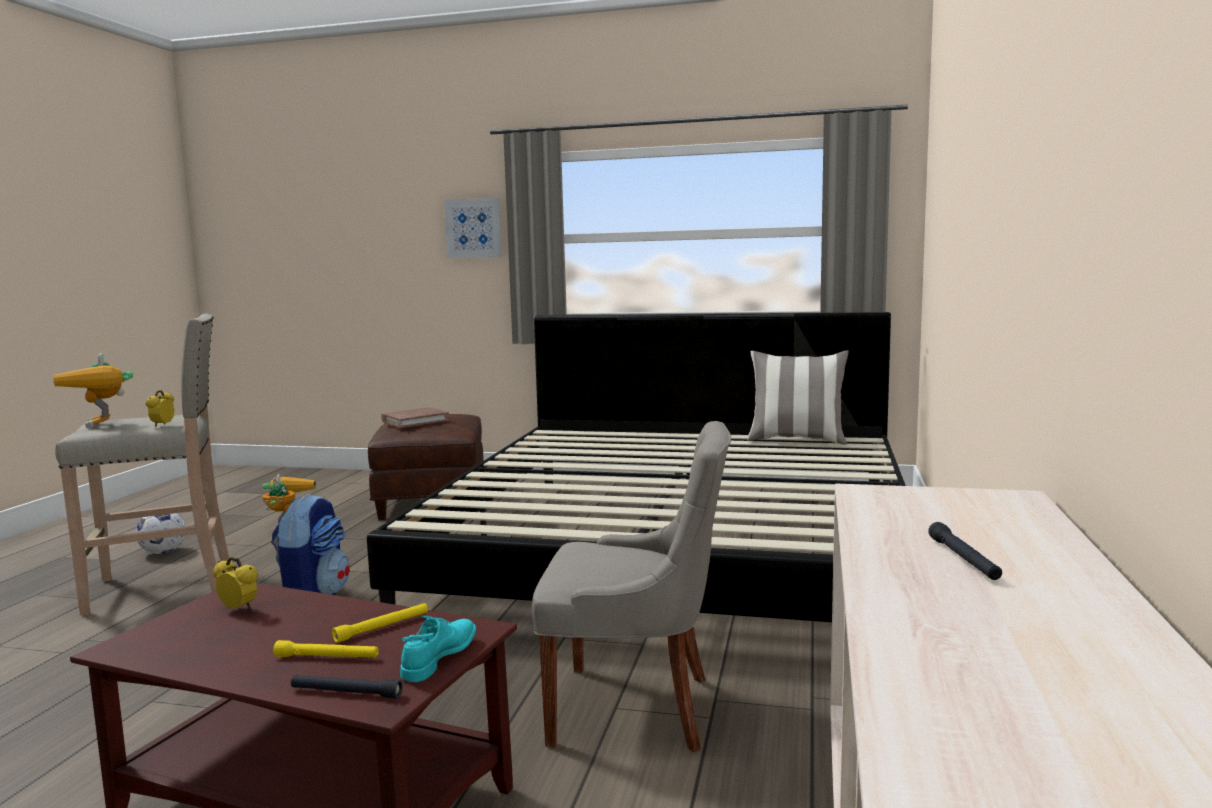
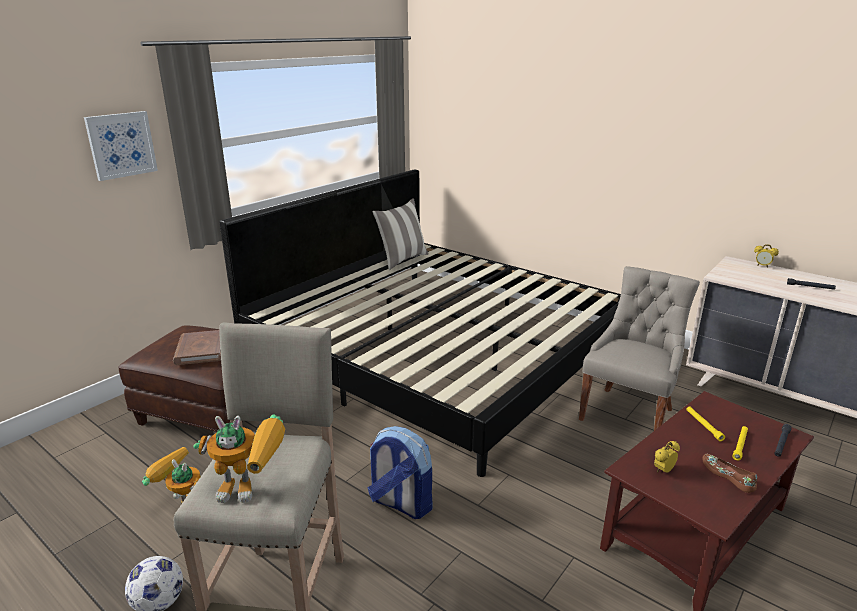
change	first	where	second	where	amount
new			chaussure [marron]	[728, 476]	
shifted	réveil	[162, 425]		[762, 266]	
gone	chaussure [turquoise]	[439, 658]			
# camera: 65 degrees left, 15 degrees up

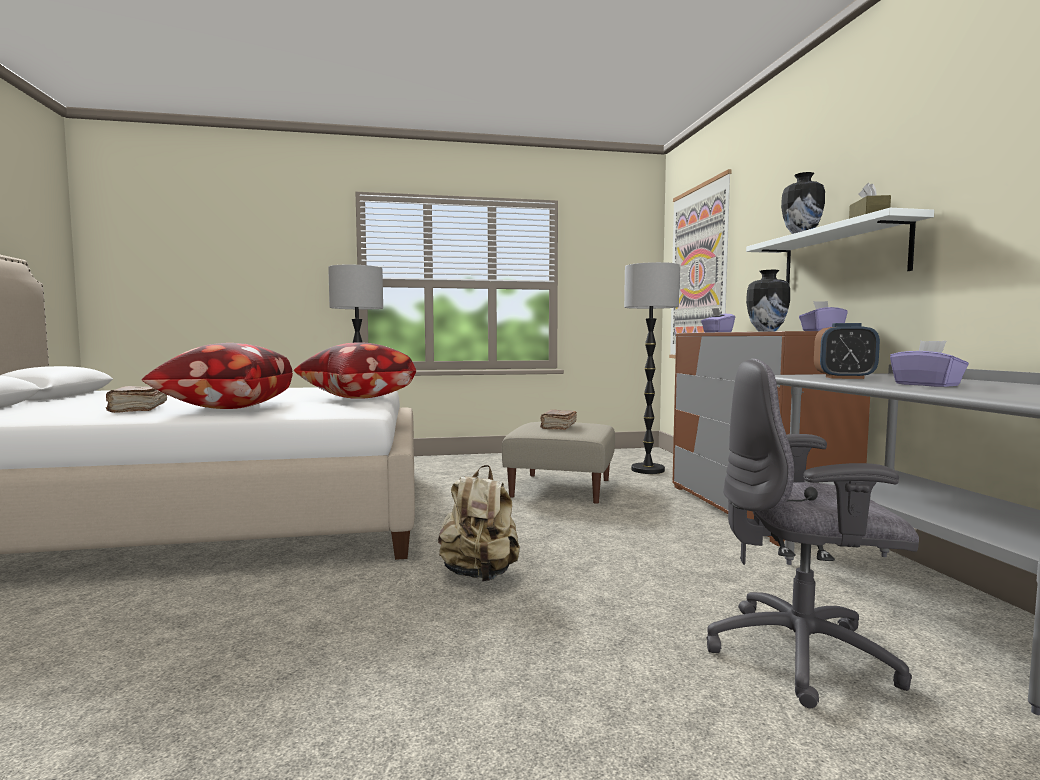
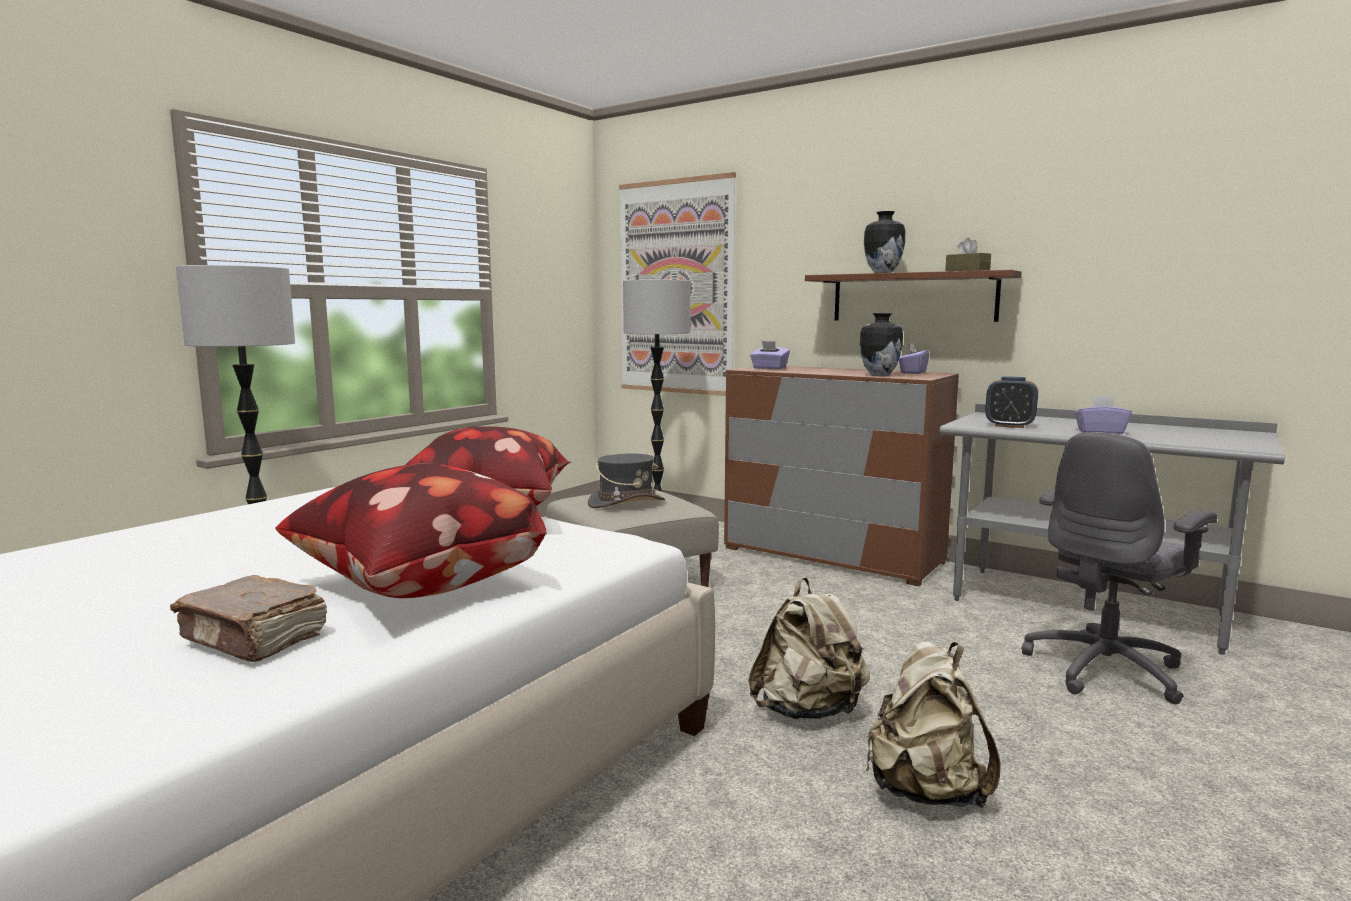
change	first	where	second	where	amount
swapped	livre [marron]	[558, 427]	chapeau [gris]	[626, 503]	
repainted	étagère [blanc]	[842, 256]	étagère [marron]	[913, 297]	
new			sac à dos [beige]	[925, 791]	
rotated	réveil	[844, 378]		[1009, 426]	60 degrees clockwise
# camera: 45 degrees left, 5 degrees up

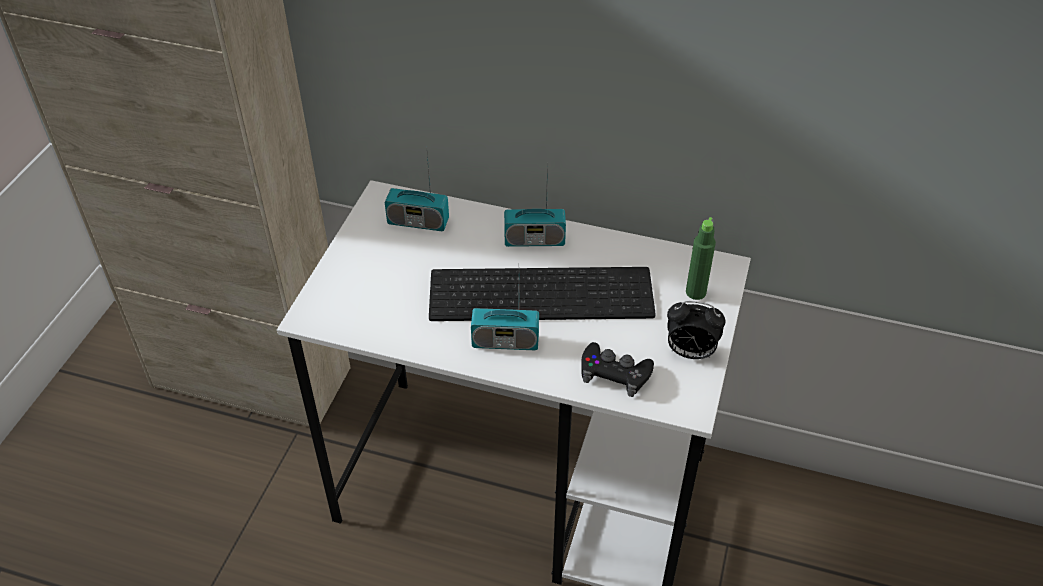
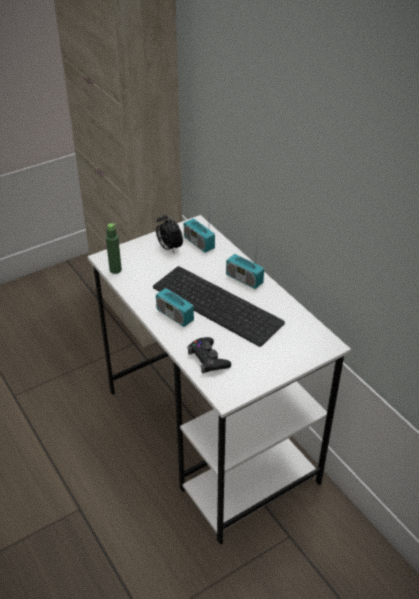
change	first	where	second	where	amount
shifted	bouteille [vert]	[695, 292]		[115, 270]	
shifted	réveil	[690, 352]		[169, 248]	
# camera: 40 degrees right, 5 degrees down

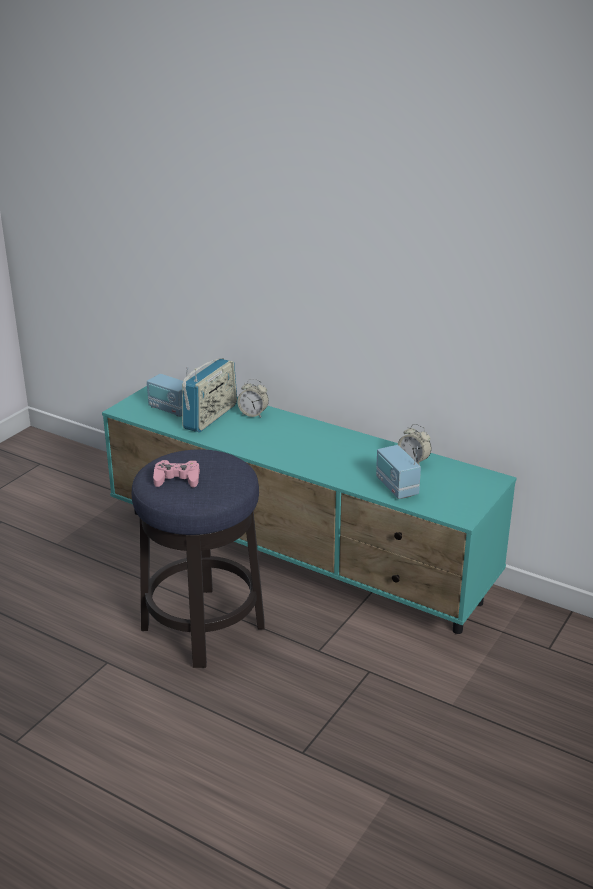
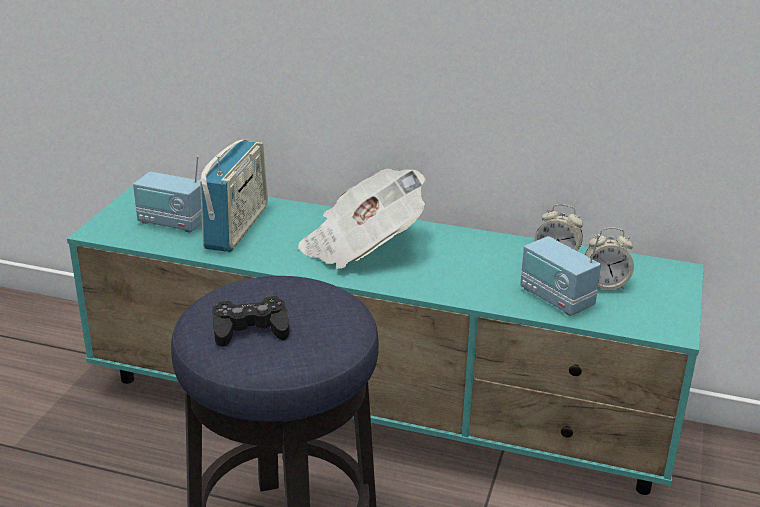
change	first	where	second	where	amount
repainted	manette [rose]	[177, 479]	manette [noir]	[250, 329]	
new			journal	[361, 246]	
shifted	réveil	[253, 414]		[605, 284]	
# camera: 15 degrees left, 0 degrees up

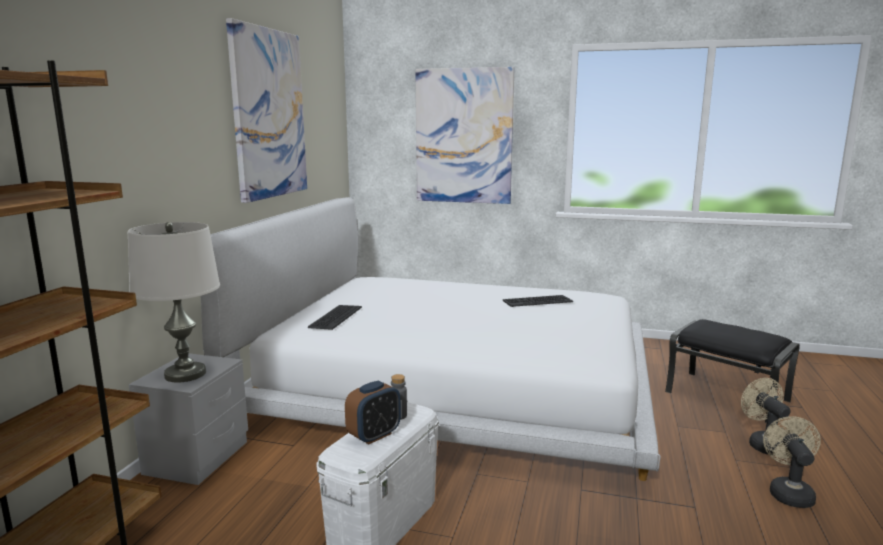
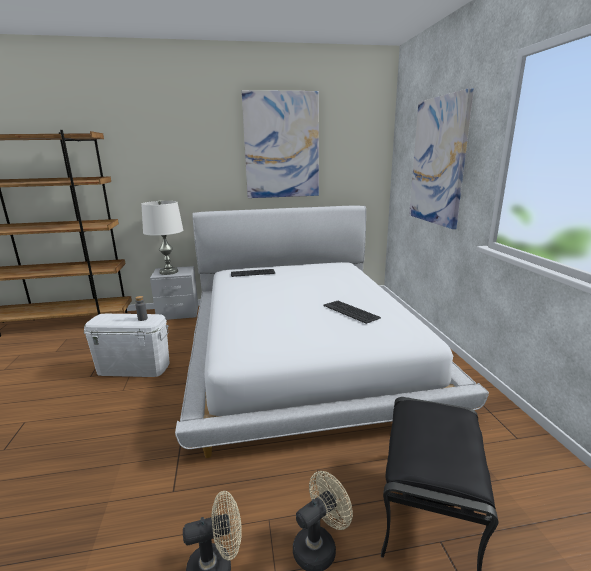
change	first	where	second	where	amount
gone	réveil	[374, 435]			
# camera: 65 degrees right, 5 degrees up

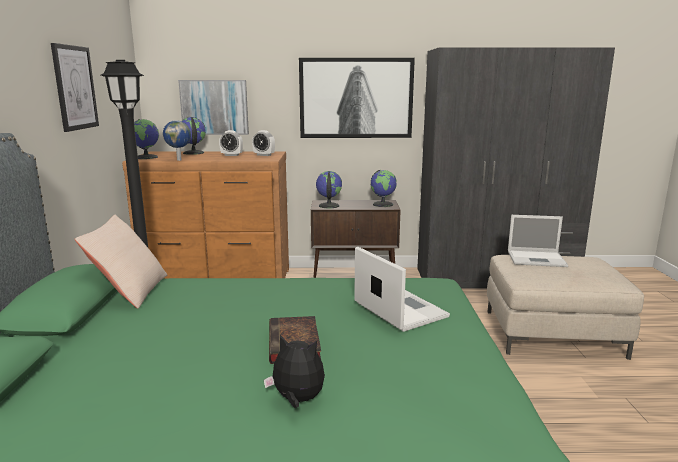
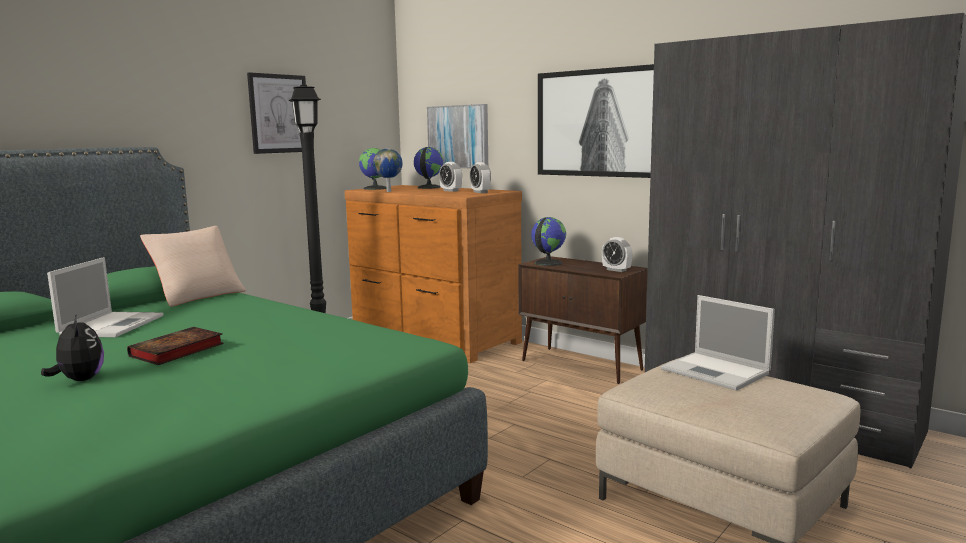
change	first	where	second	where	amount
shifted	ordinateur portable	[398, 309]		[113, 325]	
swapped	globe	[383, 204]	réveil	[616, 270]	
# camera: 40 degrees right, 5 degrees down

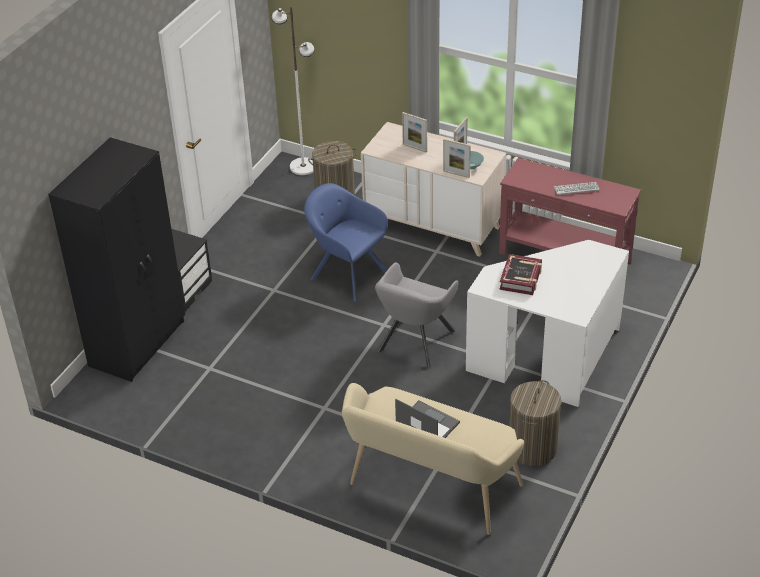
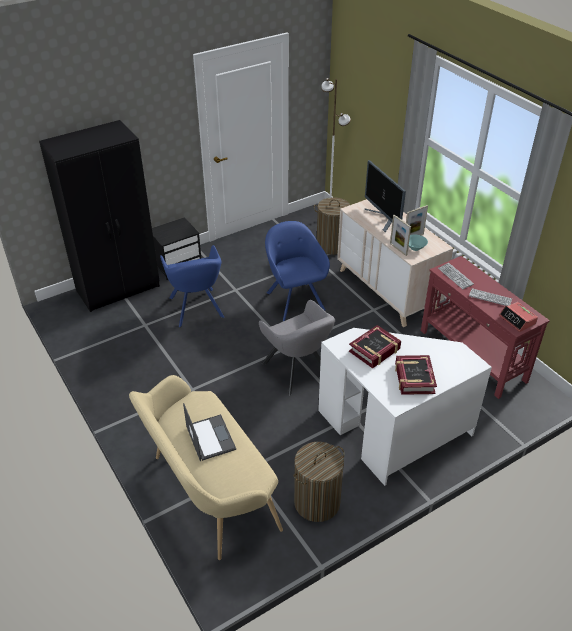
change	first	where	second	where	amount
new			fauteuil [bleu]	[197, 309]	
rotated	fauteuil [gris]	[414, 343]		[298, 371]	90 degrees counterclockwise
swapped	cadre photo	[414, 148]	écran d'ordinateur	[383, 219]	
new			livre	[414, 378]	
new			clavier	[455, 276]	
new			réveil	[517, 320]	
# camera: 30 degrees right, 0 degrees up

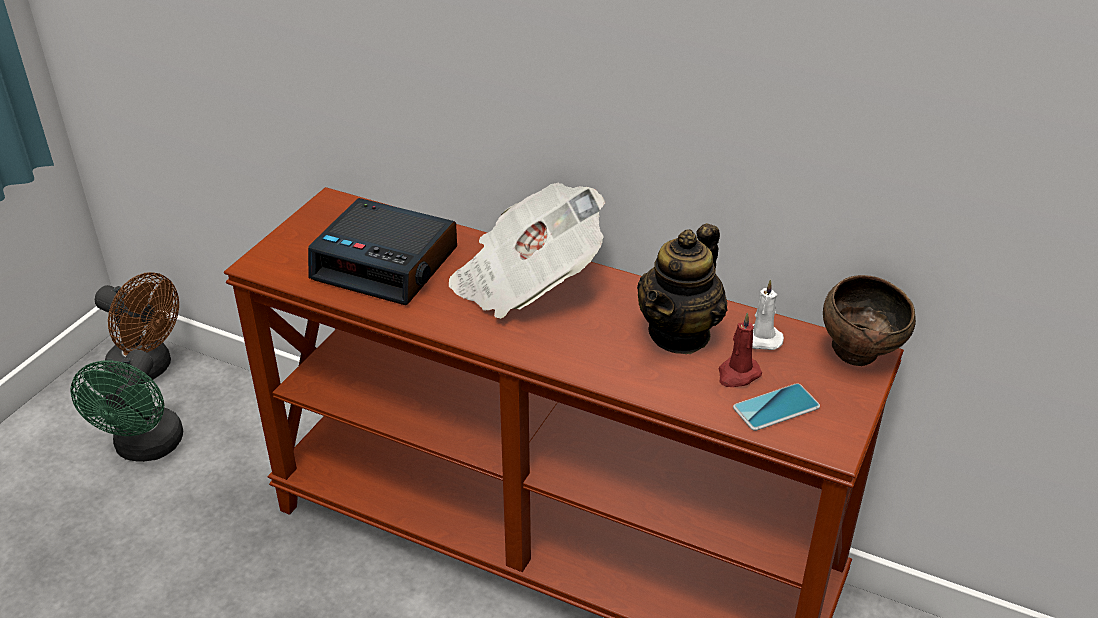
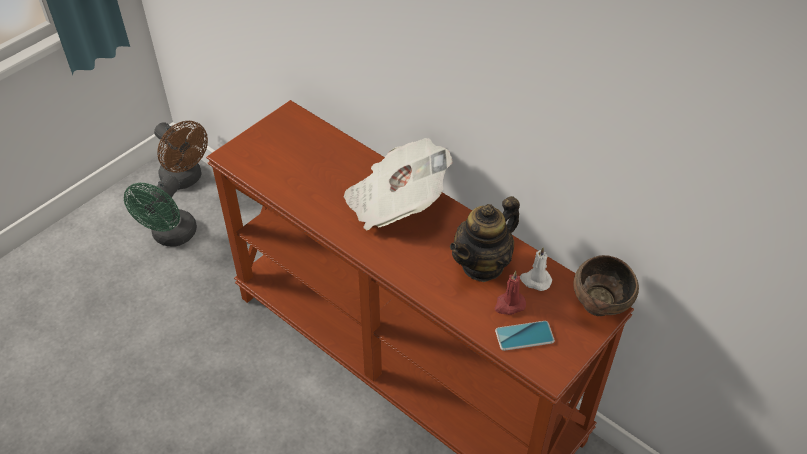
change	first	where	second	where	amount
gone	réveil	[387, 264]			
# camera: 15 degrees right, 10 degrees up

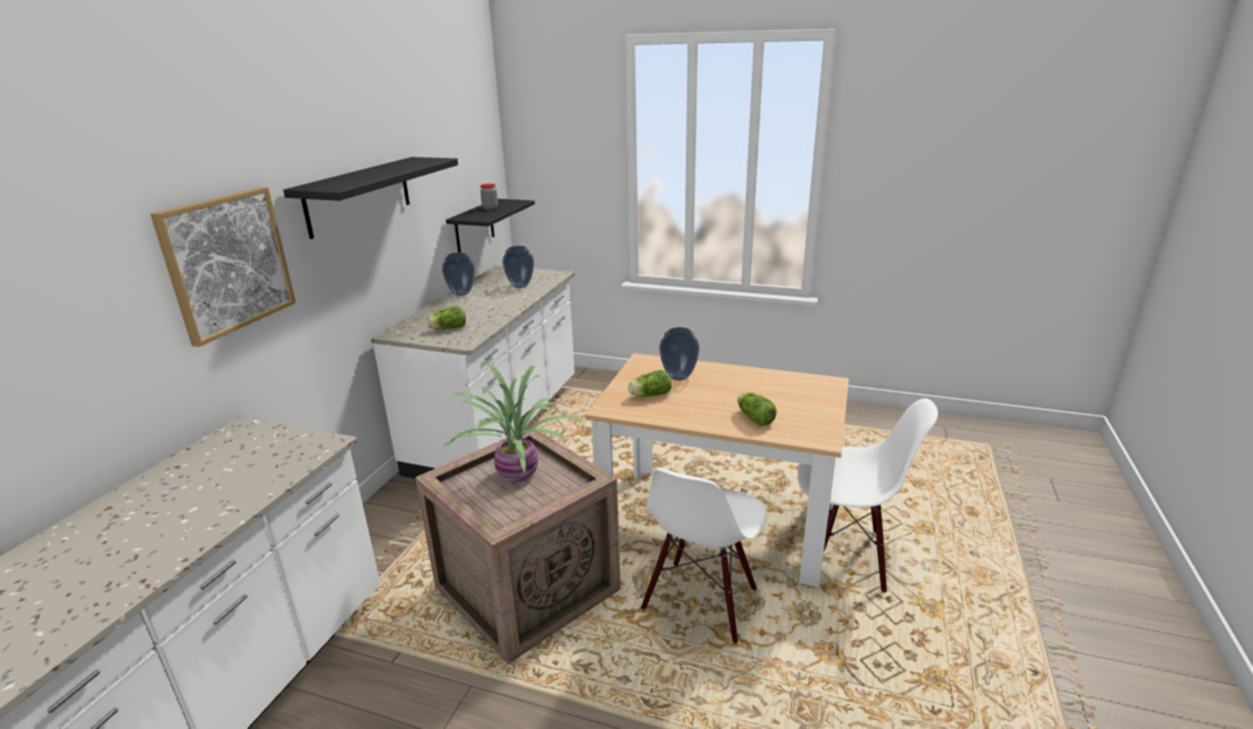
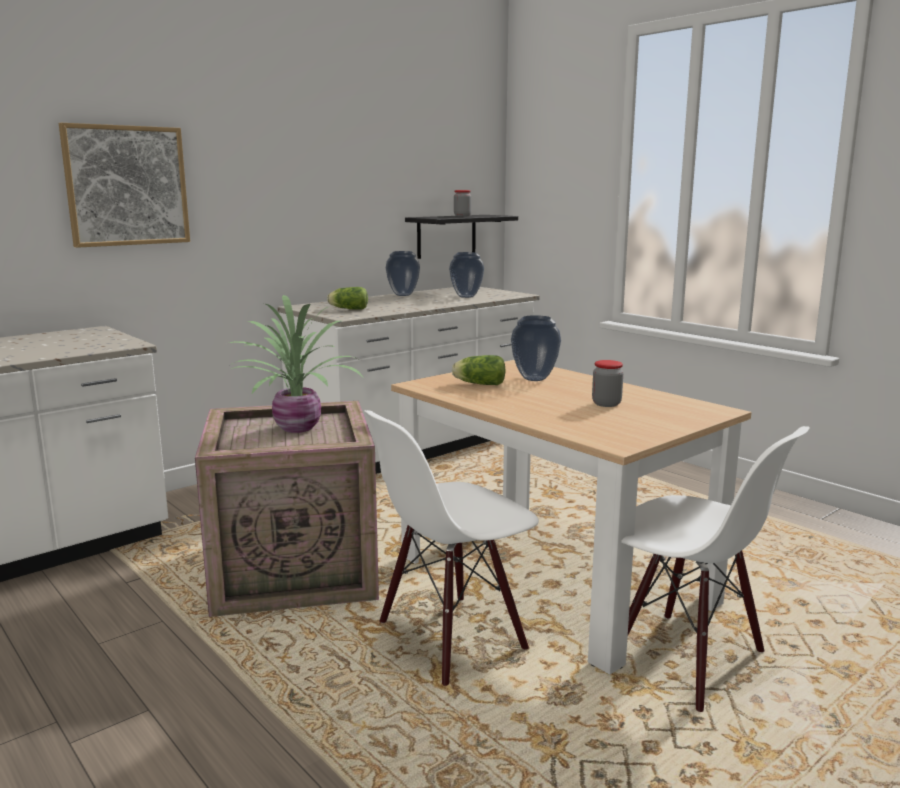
change	first	where	second	where	amount
new			bocal	[606, 404]	
gone	étagère [noir]	[359, 195]			
gone	laitue	[754, 417]			
# camera: 30 degrees right, 10 degrees down

